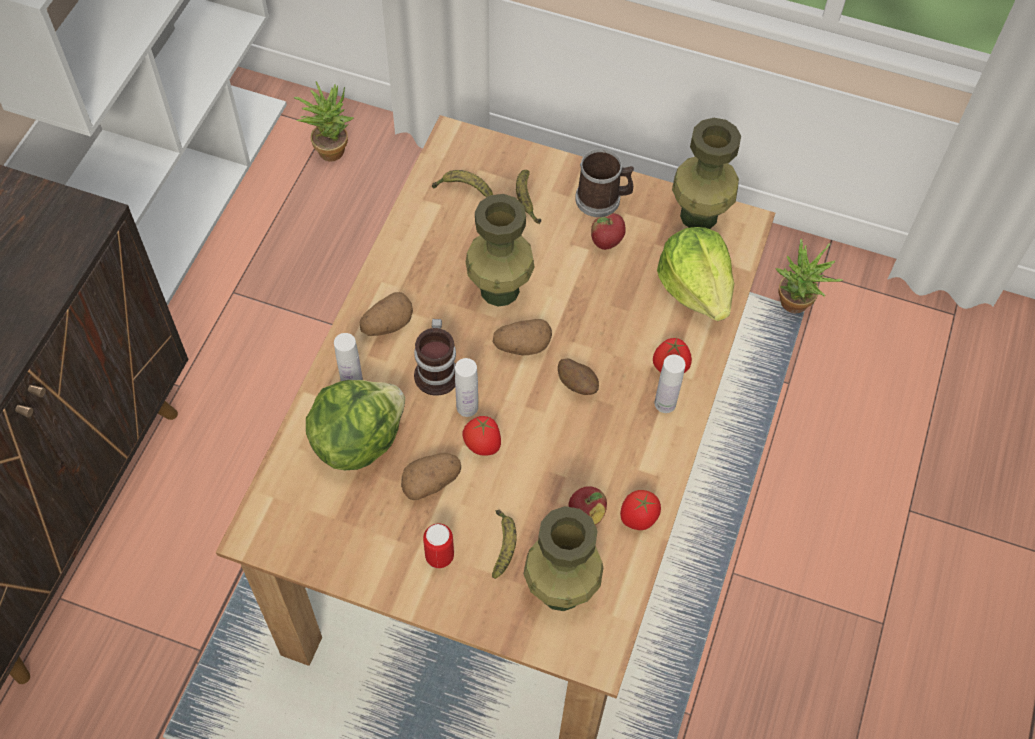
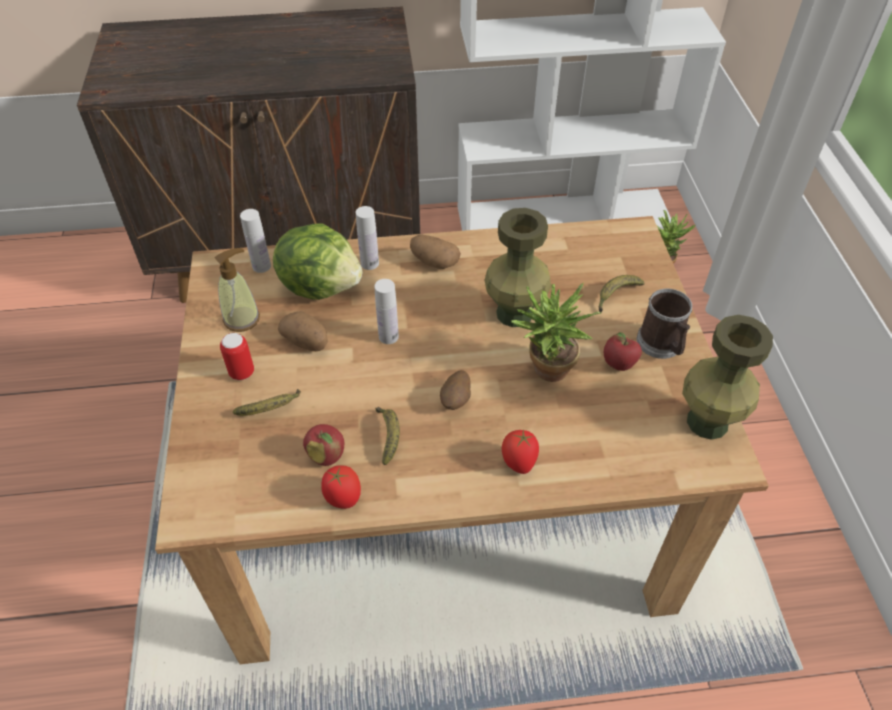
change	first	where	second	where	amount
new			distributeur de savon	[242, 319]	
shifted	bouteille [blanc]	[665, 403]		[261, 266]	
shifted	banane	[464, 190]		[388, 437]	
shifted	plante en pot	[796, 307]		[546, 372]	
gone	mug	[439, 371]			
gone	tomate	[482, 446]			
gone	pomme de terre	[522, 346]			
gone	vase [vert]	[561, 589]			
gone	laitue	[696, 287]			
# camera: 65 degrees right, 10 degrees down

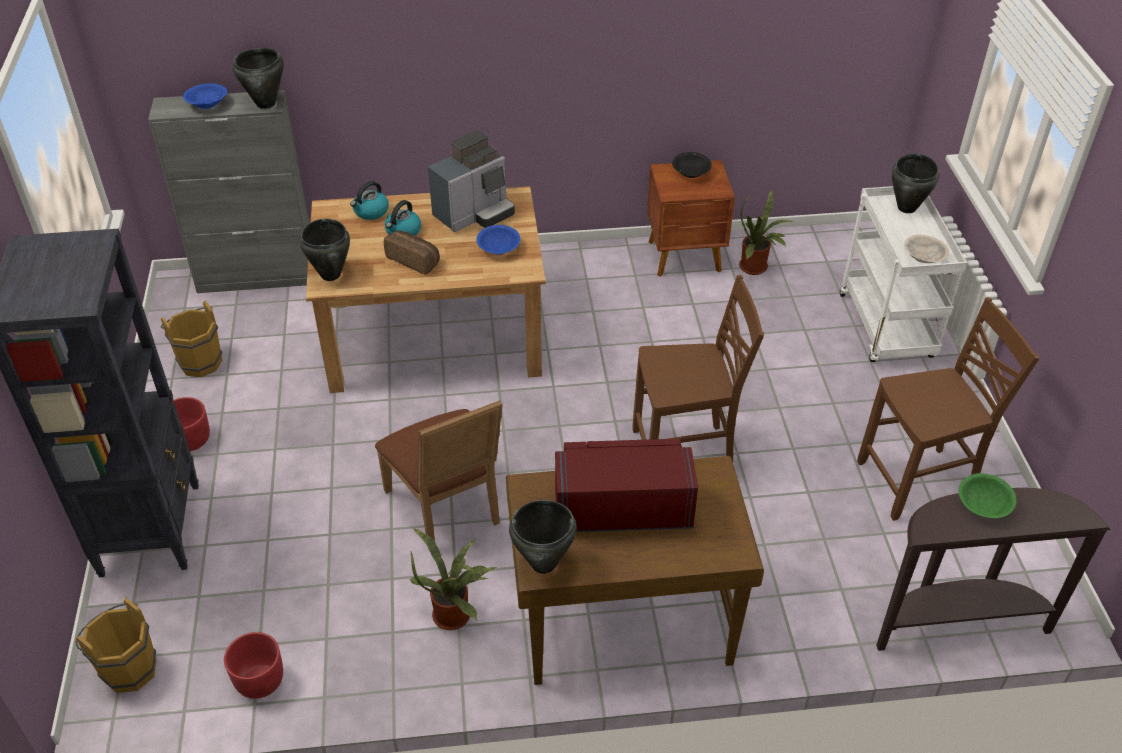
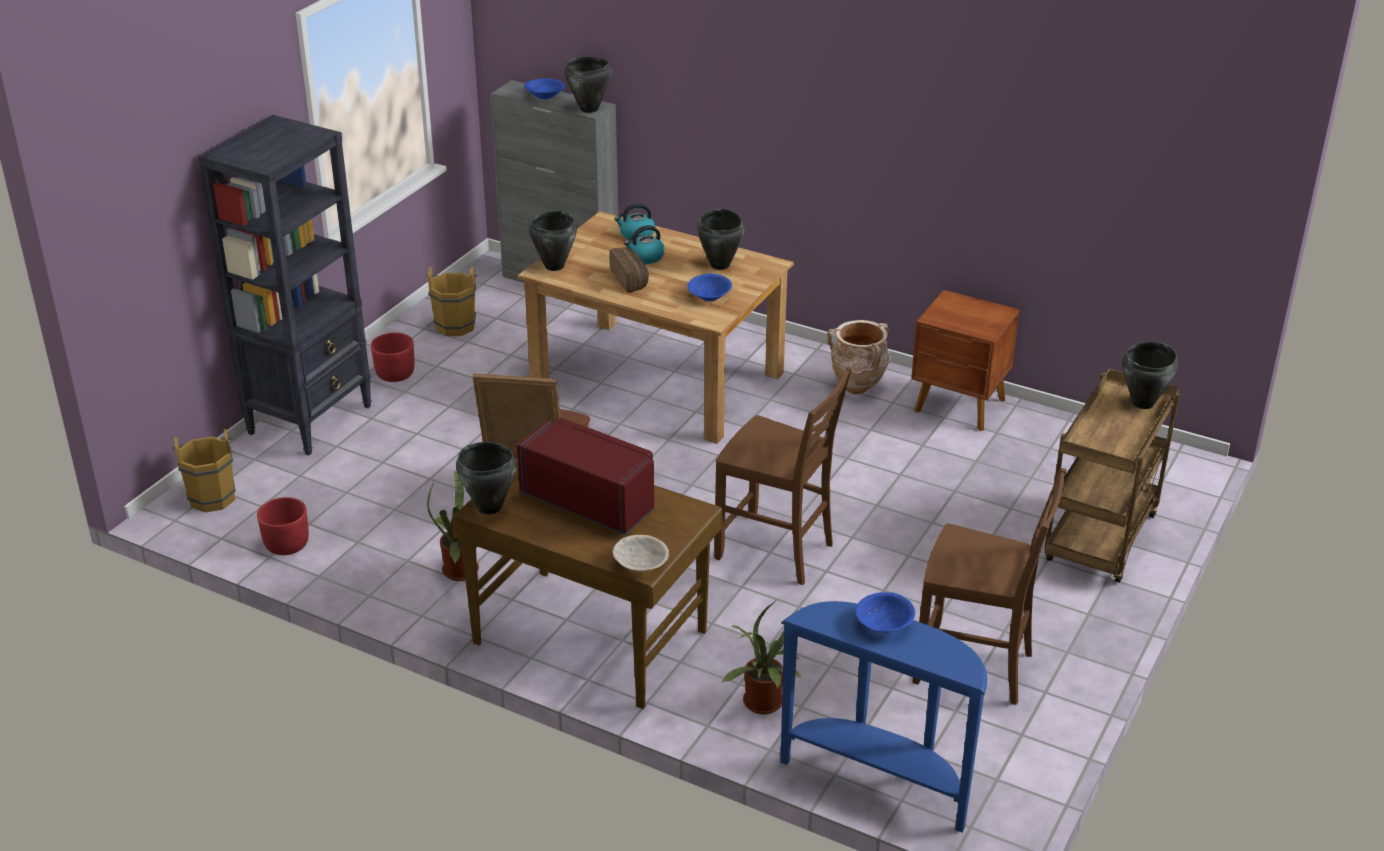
change	first	where	second	where	amount
shifted	bol [beige]	[923, 258]		[640, 564]	
swapped	machine à café	[474, 213]	marmite [noir]	[720, 265]	
shifted	plante en pot	[756, 268]		[765, 705]	
repainted	table console [marron]	[956, 622]	table console [bleu]	[879, 779]	
new			vase [beige]	[858, 388]	
repainted	bol [vert]	[983, 505]	bol [bleu]	[884, 624]	
repainted	chariot [blanc]	[887, 328]	chariot [marron]	[1101, 541]	
gone	bol [noir]	[691, 173]			
# camera: 35 degrees right, 10 degrees down

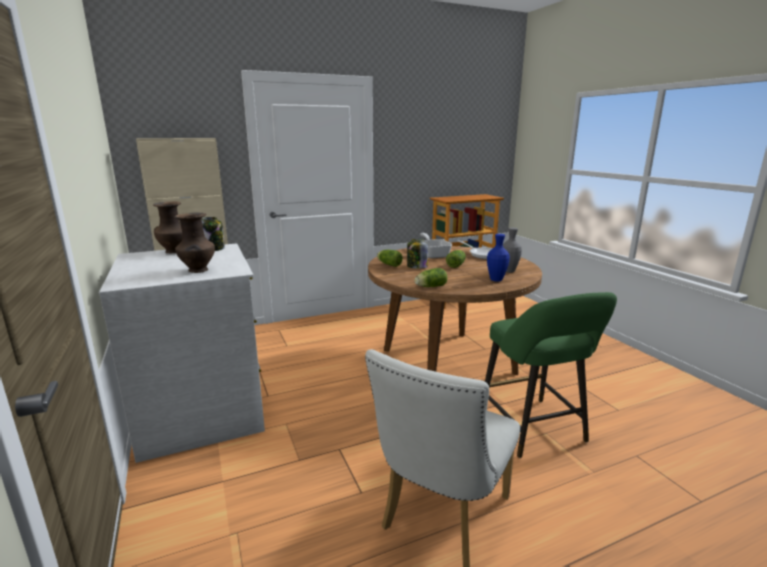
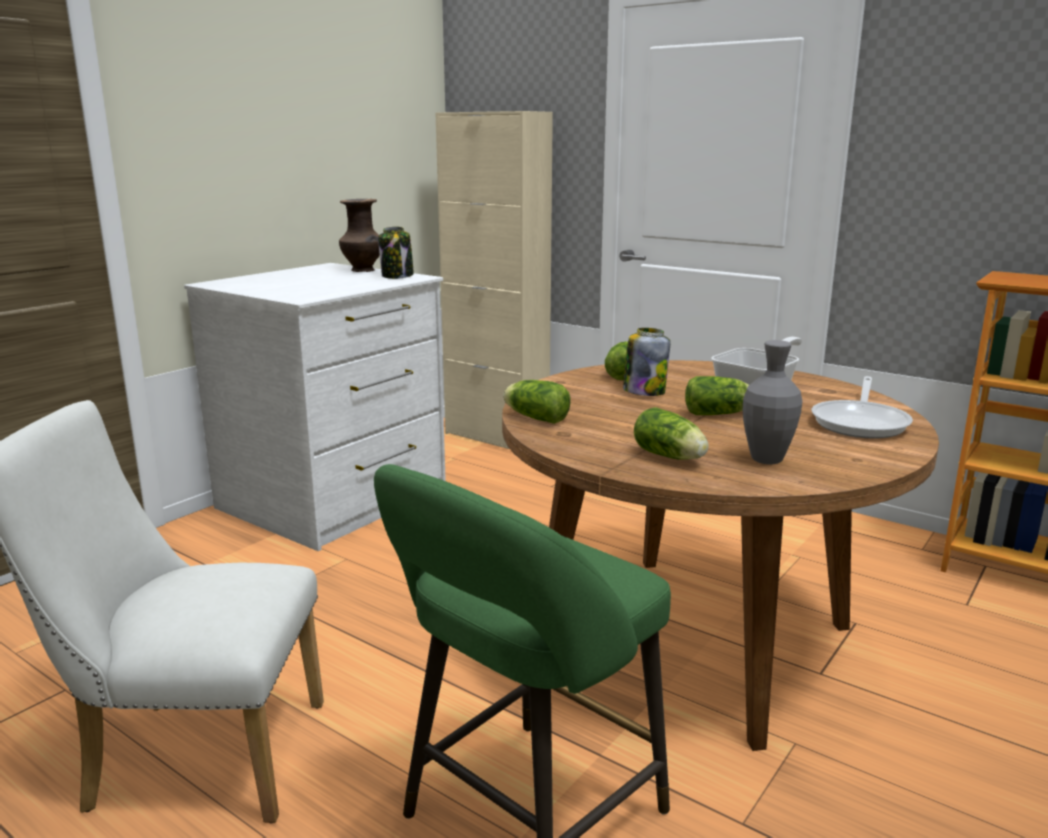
change	first	where	second	where	amount
swapped	vase [bleu]	[496, 280]	laitue	[671, 457]	
gone	vase [marron]	[198, 270]			
# camera: 60 degrees right, 0 degrees up

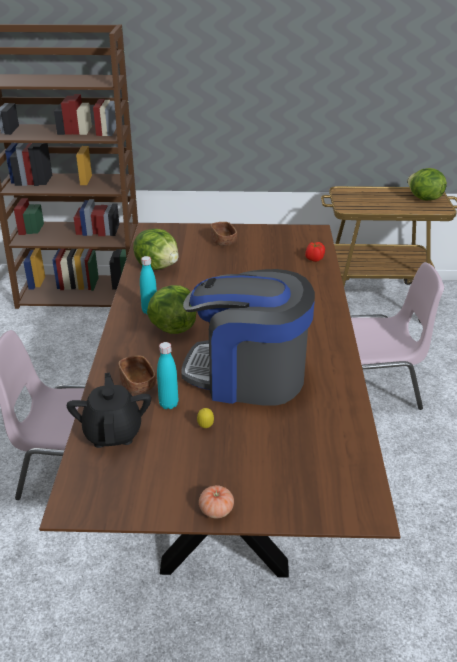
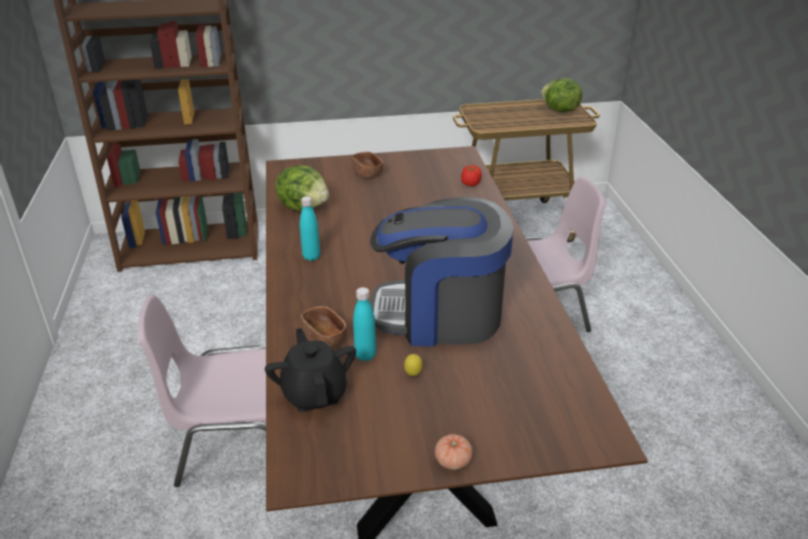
change	first	where	second	where	amount
gone	laitue	[173, 327]			
# camera: 10 degrees left, 0 degrees up

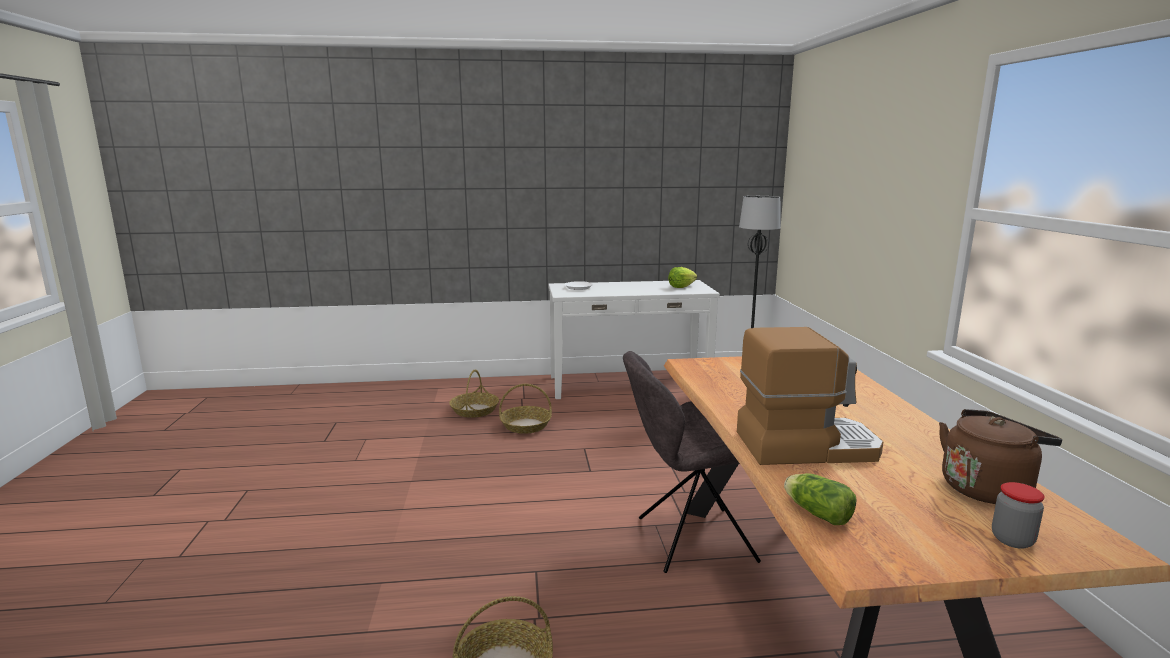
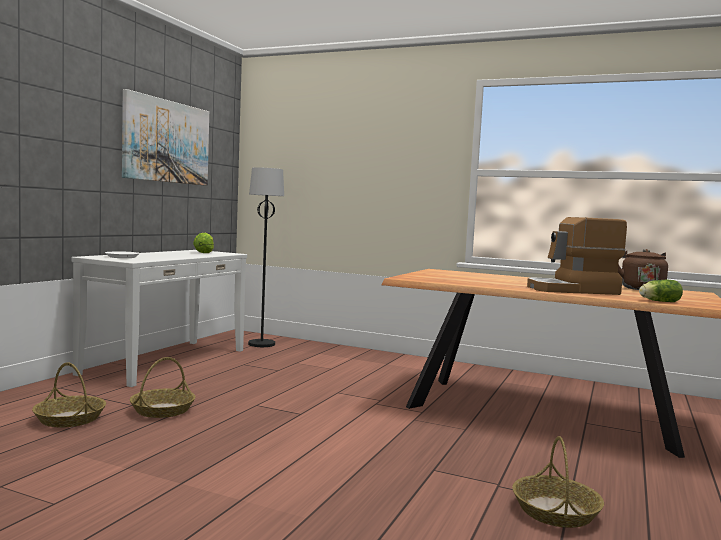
change	first	where	second	where	amount
new			tableau	[167, 141]	
rotated	machine à café	[806, 445]		[573, 290]	120 degrees counterclockwise
gone	chaise [gris]	[690, 539]			
gone	bocal	[1012, 540]			
# camera: 60 degrees left, 10 degrees down

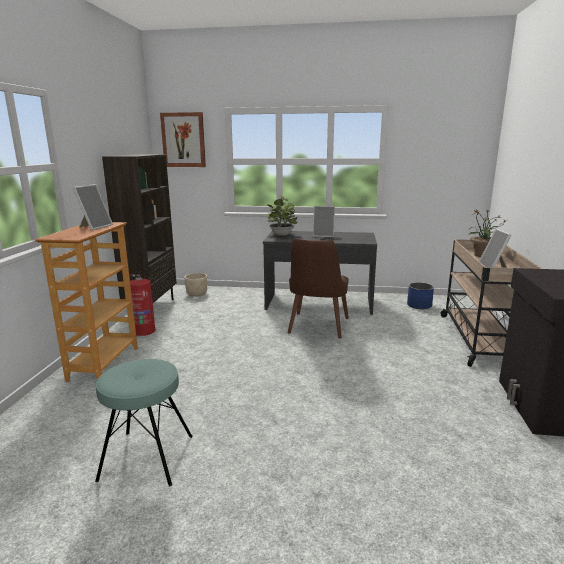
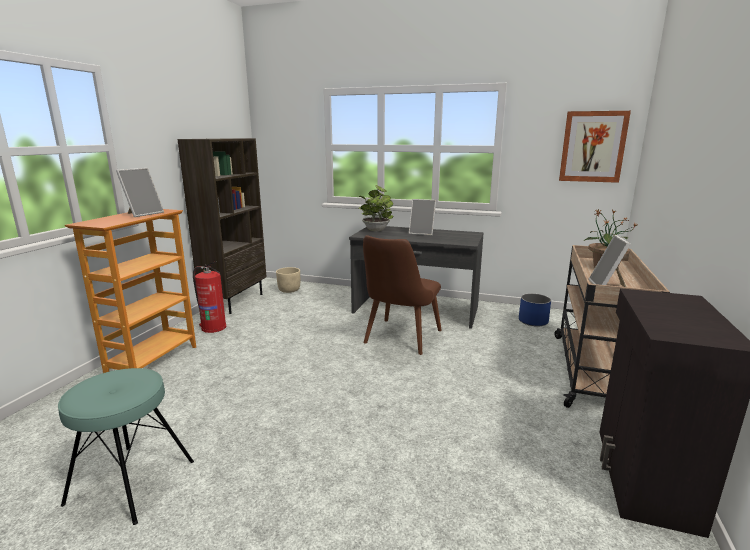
change	first	where	second	where	amount
shifted	tableau	[183, 140]		[592, 147]	
# camera: 10 degrees right, 0 degrees up

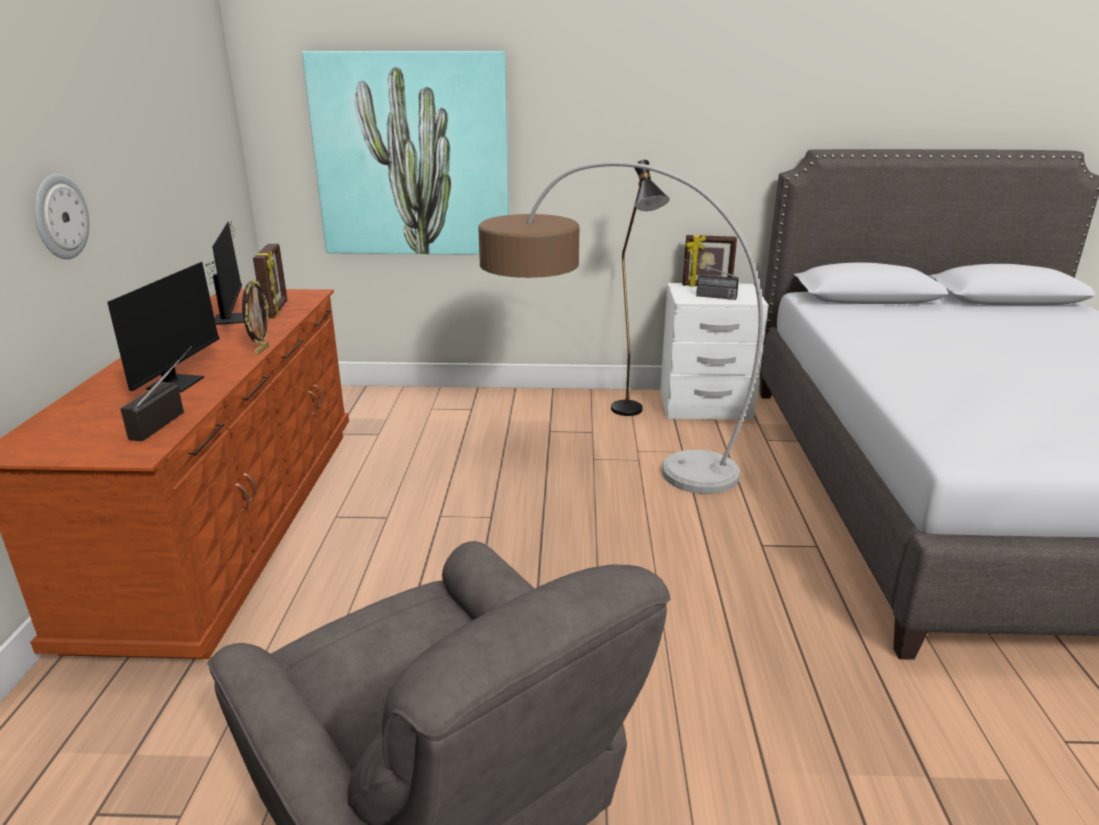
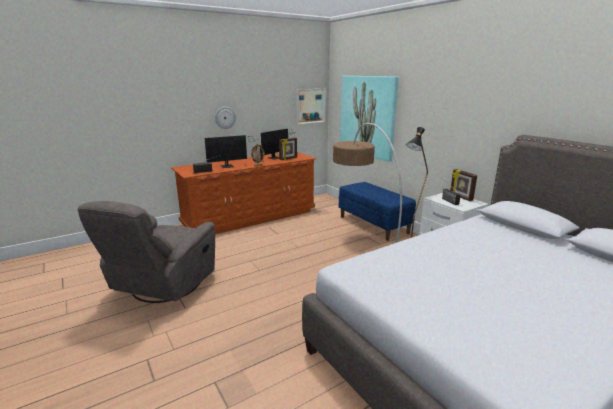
change	first	where	second	where	amount
new			tableau	[310, 106]	
new			banc [bleu]	[374, 224]	
# camera: 55 degrees right, 5 degrees down

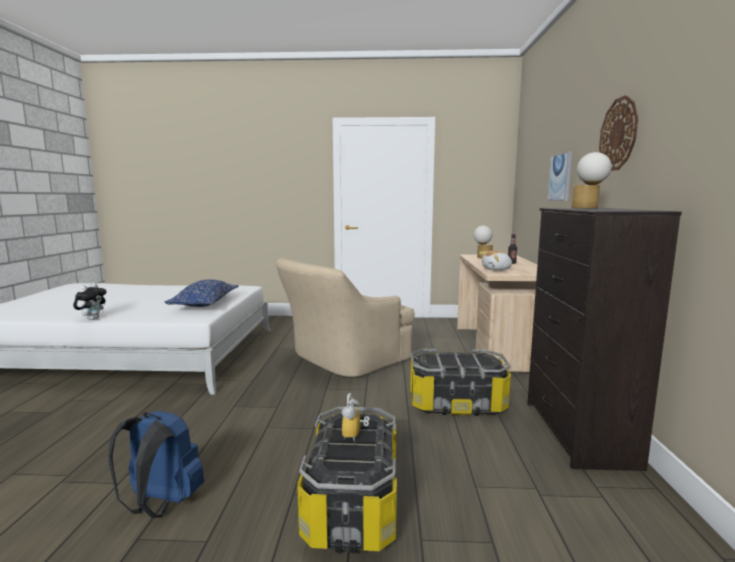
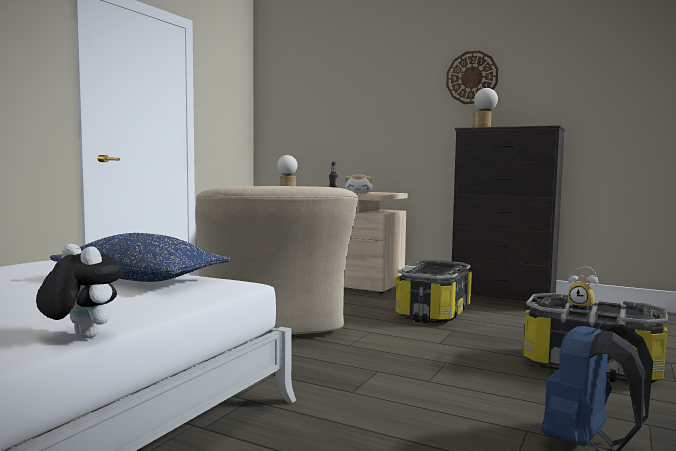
change	first	where	second	where	amount
gone	tableau	[560, 177]			
# camera: 65 degrees left, 5 degrees down

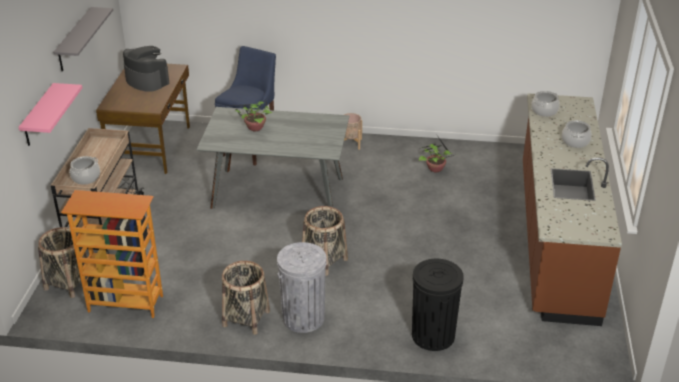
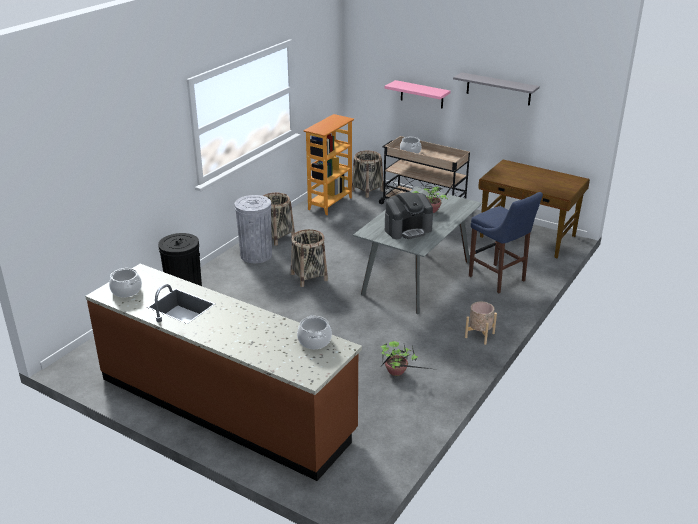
change	first	where	second	where	amount
shifted	marmite	[575, 141]		[126, 291]	
shifted	machine à café	[147, 81]		[408, 229]	
# camera: 115 degrees right, 5 degrees down

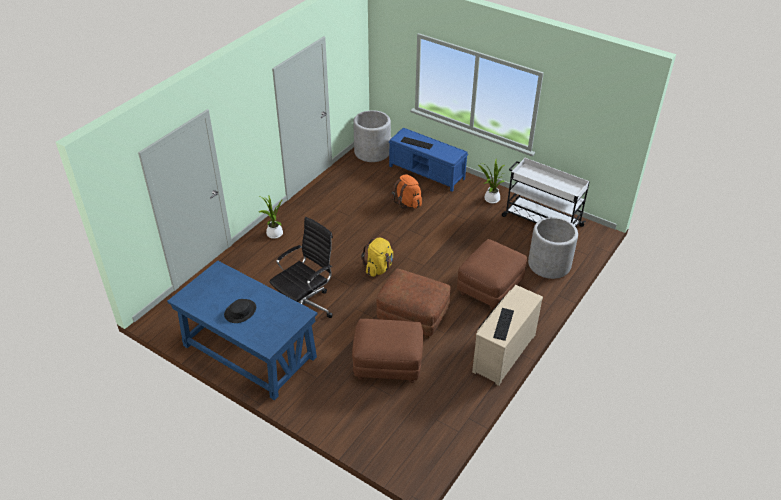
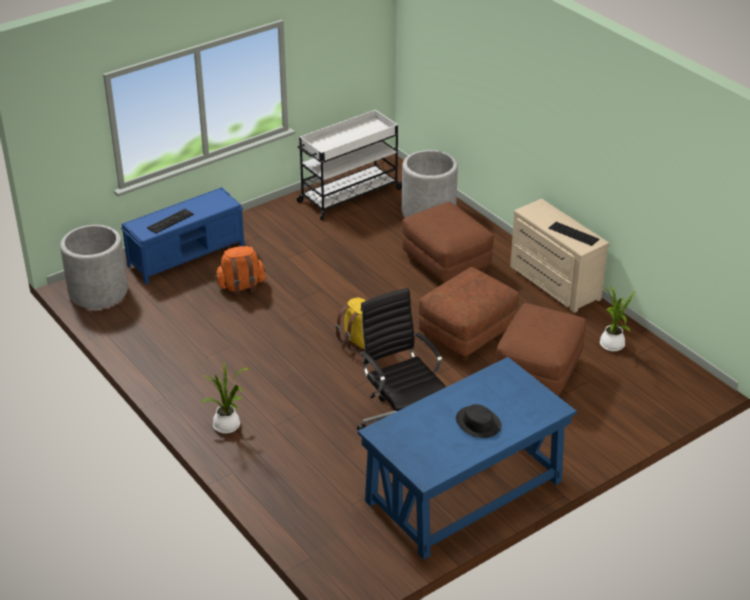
change	first	where	second	where	amount
shifted	plante en pot	[490, 199]		[611, 346]	
# camera: 70 degrees left, 5 degrees down

